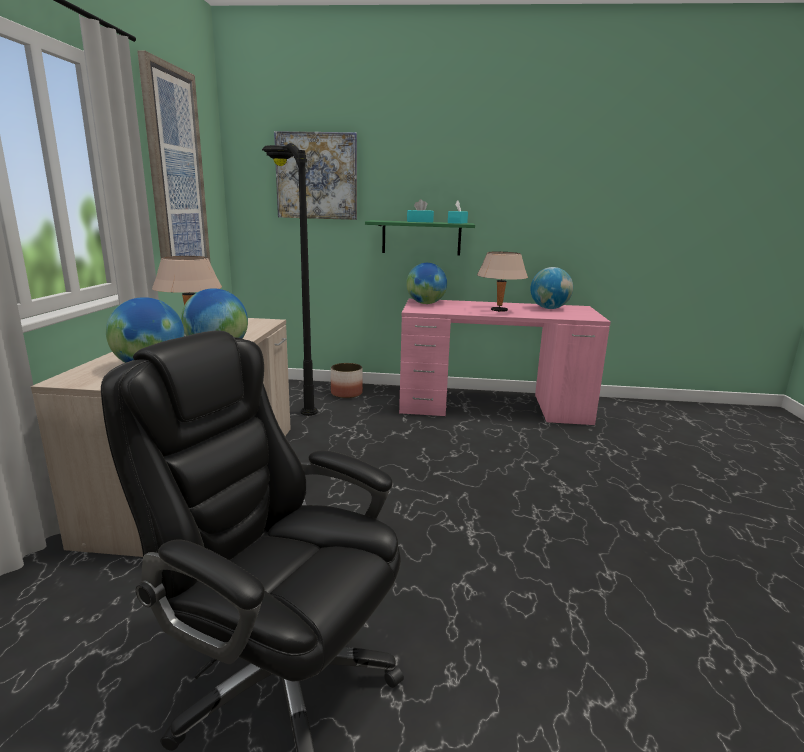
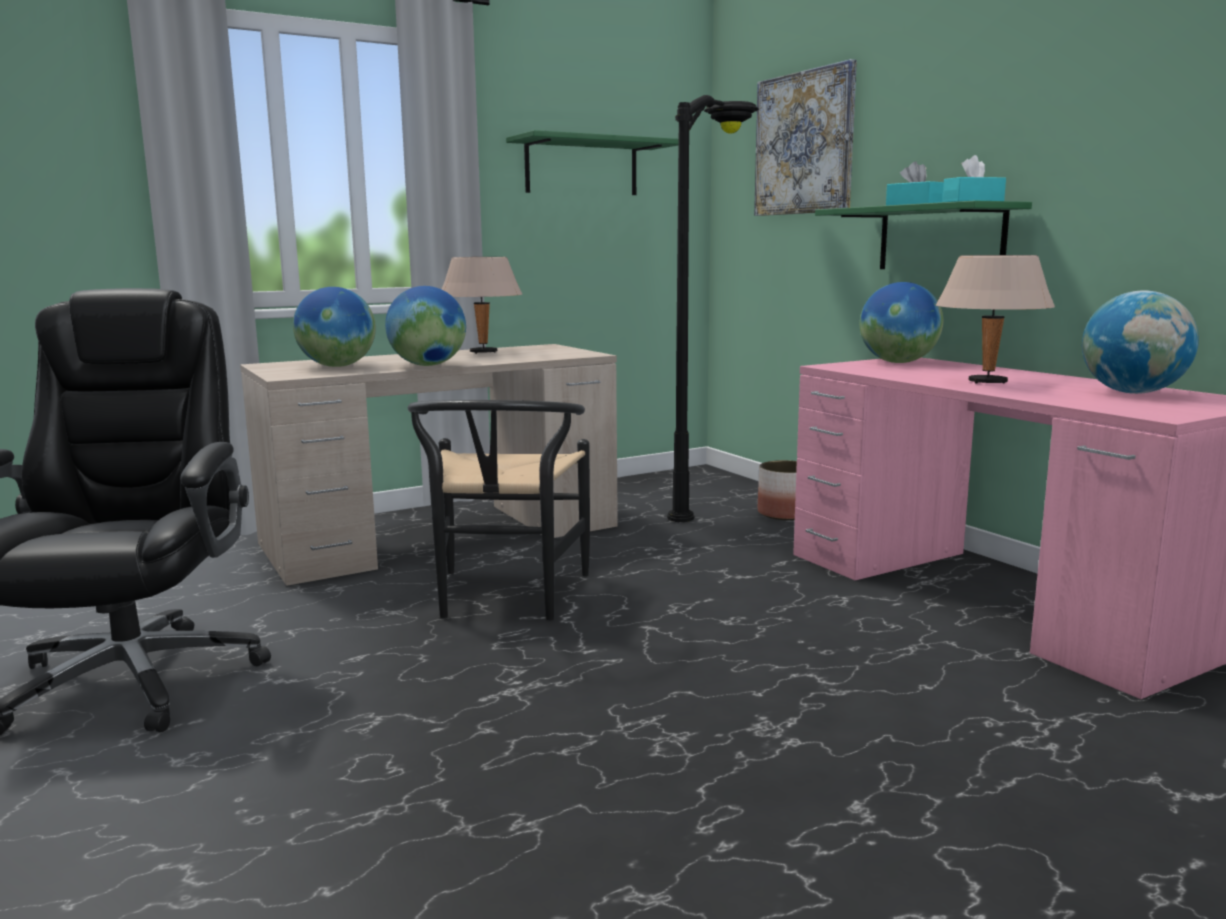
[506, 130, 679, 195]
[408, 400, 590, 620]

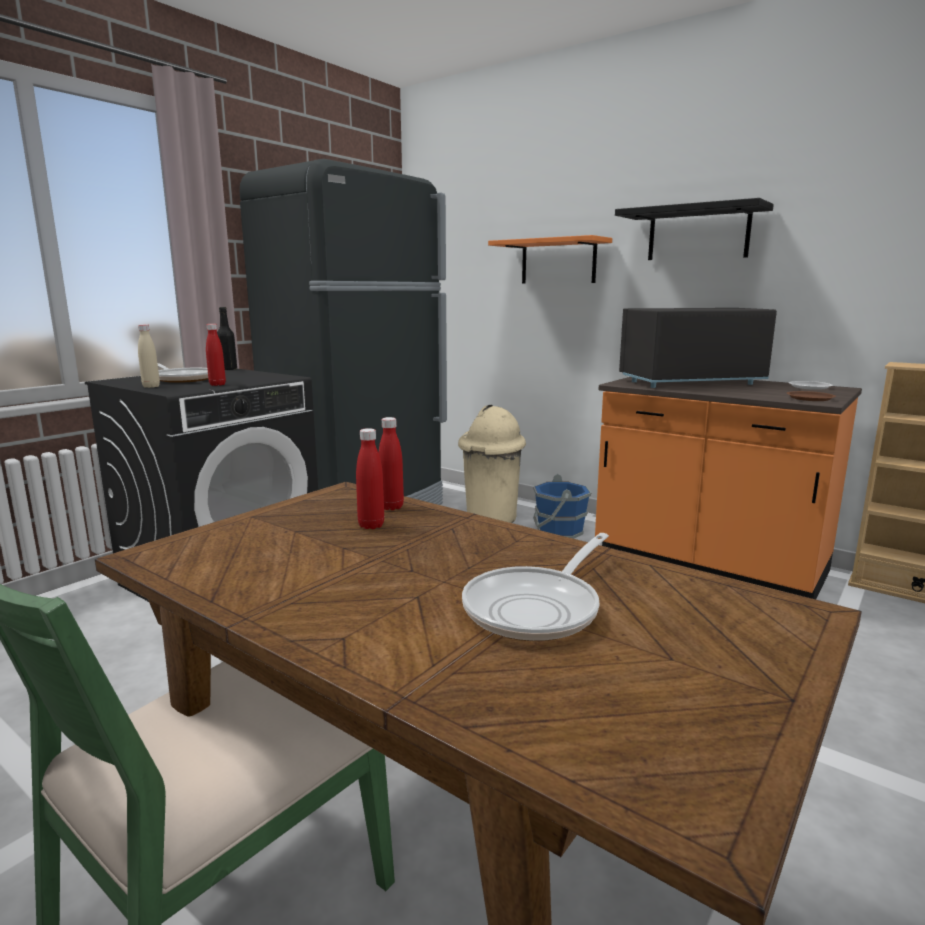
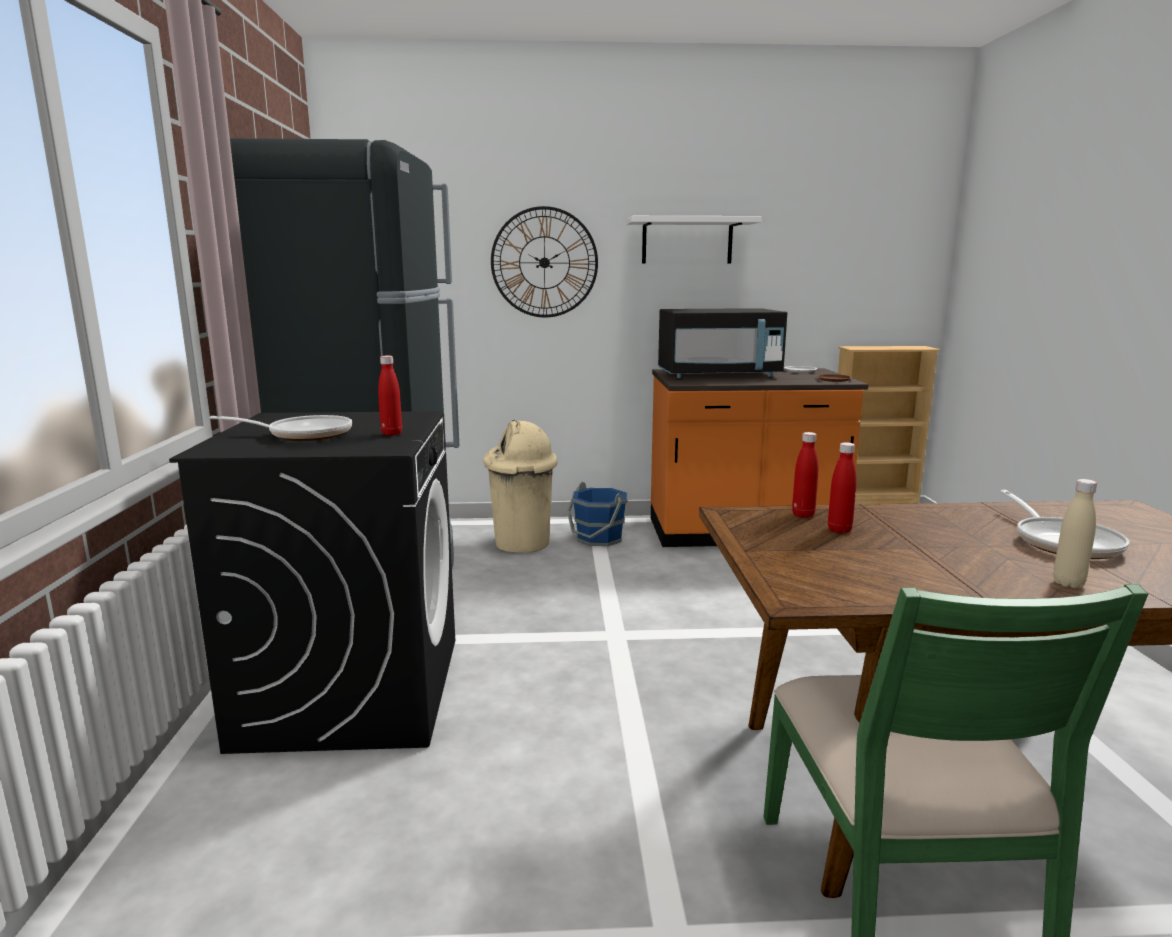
[627, 216, 762, 264]
[491, 206, 598, 318]
[217, 307, 237, 370] (first image)
[658, 309, 788, 378]
[1053, 479, 1097, 588]

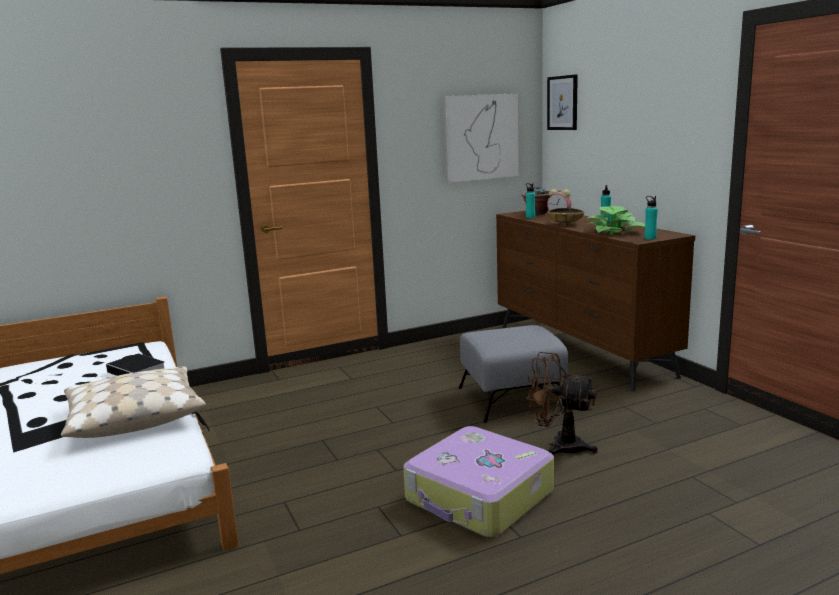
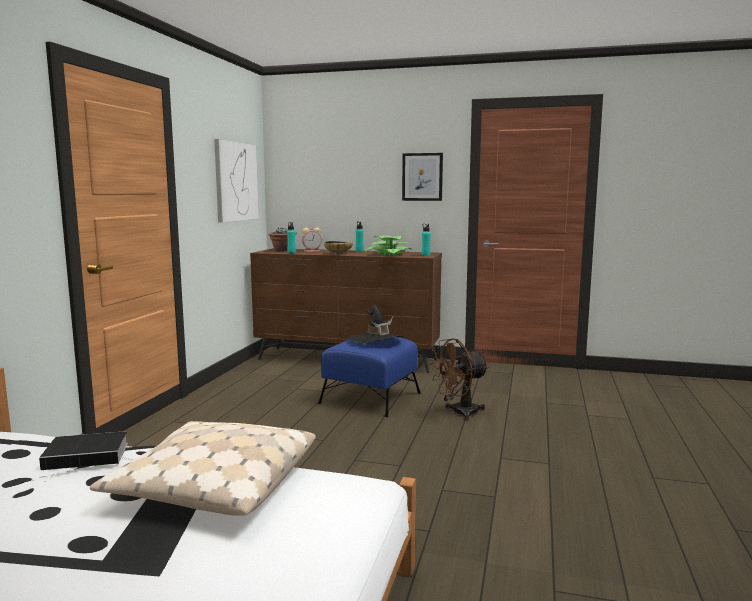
[402, 153, 443, 201]
[318, 337, 421, 417]
[403, 426, 554, 537] (first image)
[348, 305, 403, 344]

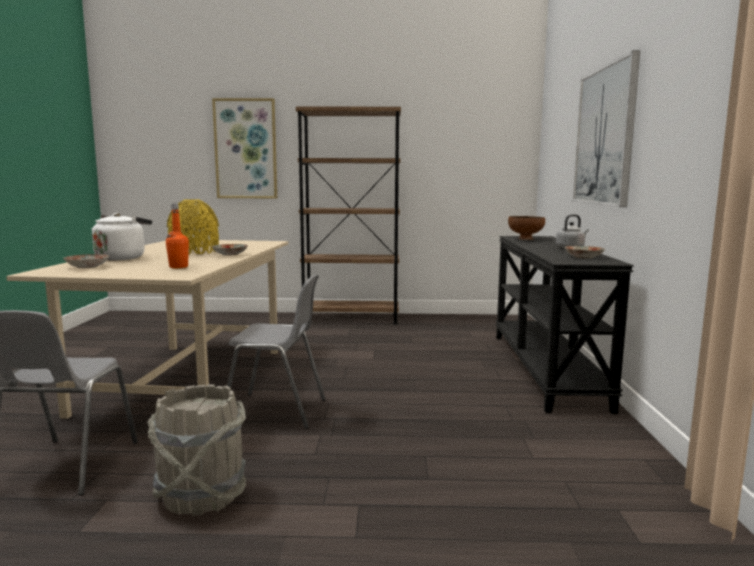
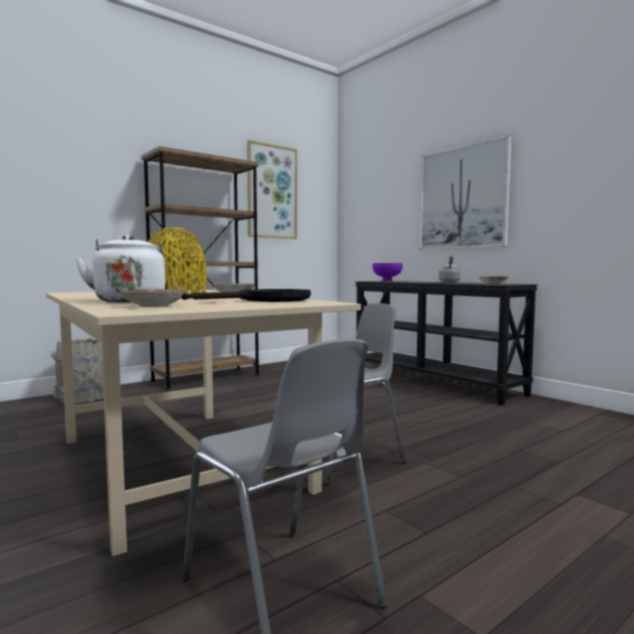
[247, 140, 297, 239]
[181, 289, 311, 302]
[373, 263, 403, 282]
[51, 338, 104, 403]

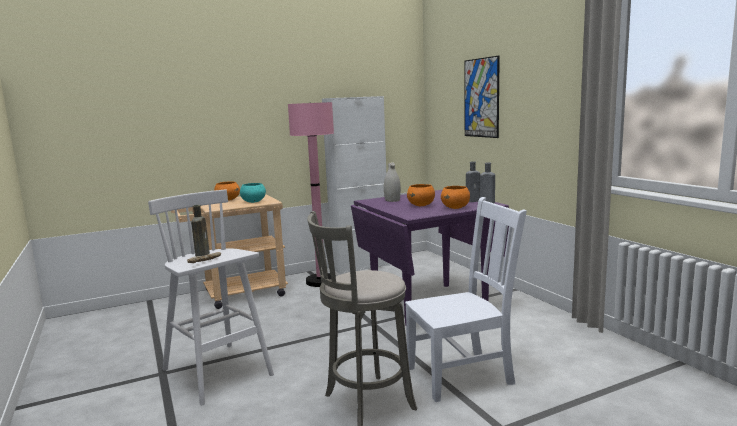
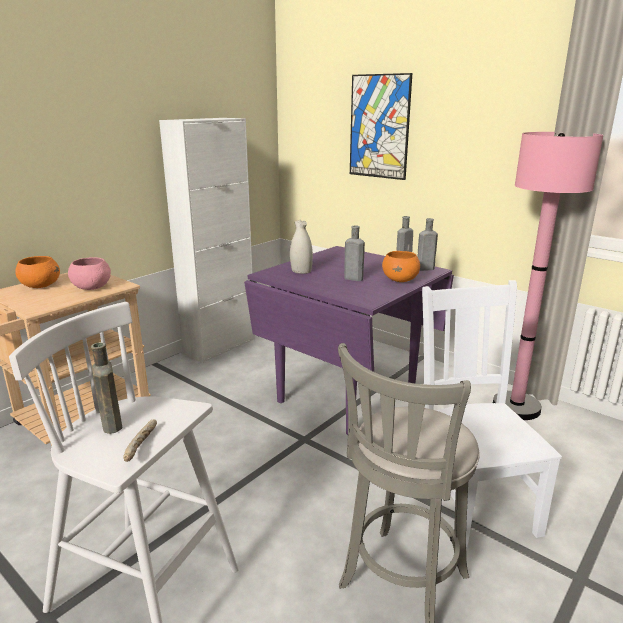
[493, 132, 604, 420]
[68, 257, 111, 290]
[344, 225, 365, 281]
[422, 280, 562, 550]

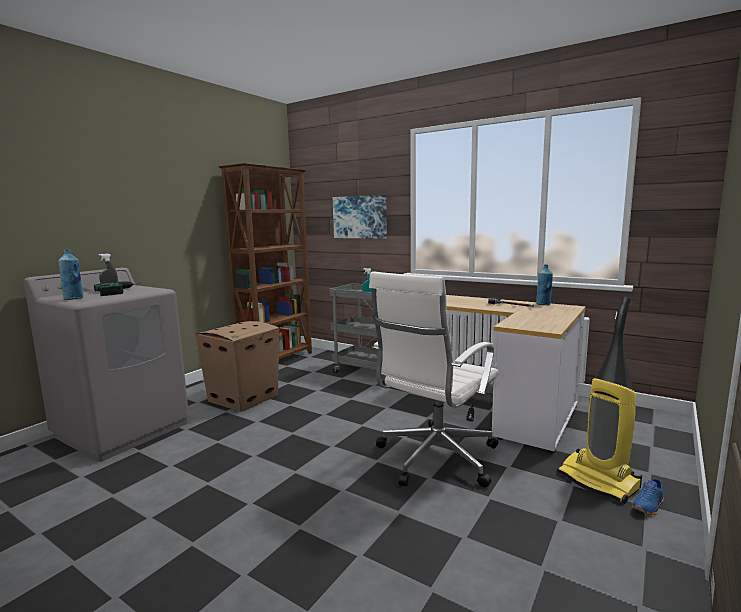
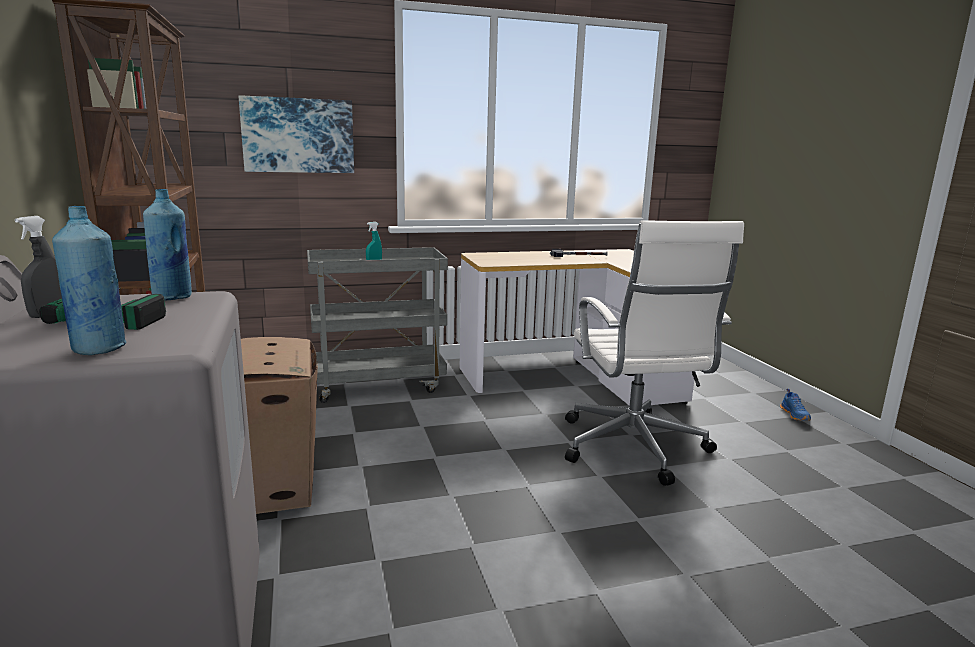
[143, 189, 192, 301]
[557, 297, 642, 504] (first image)

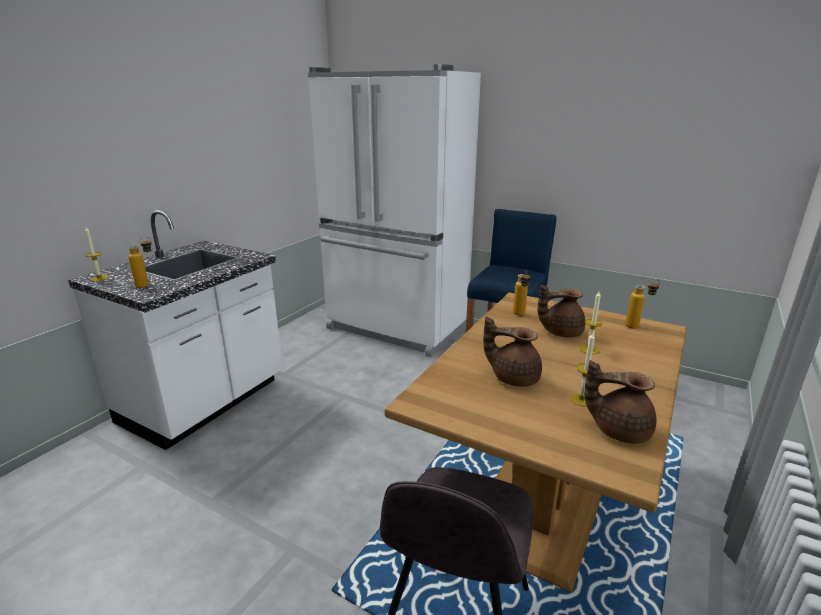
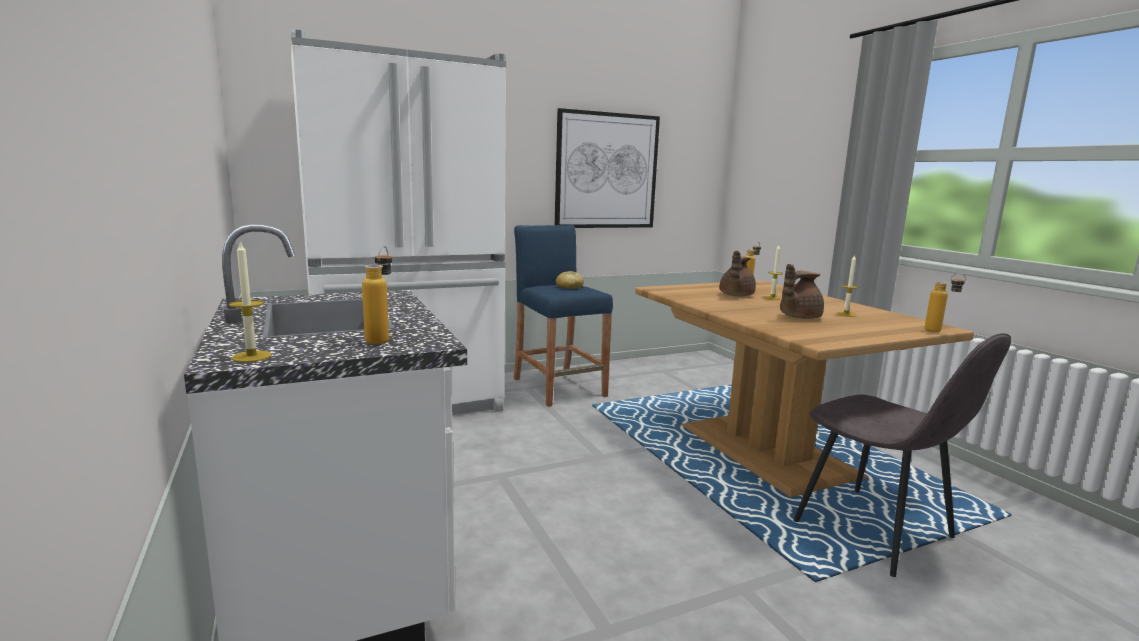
[924, 273, 966, 332]
[584, 360, 656, 444] (first image)
[555, 108, 660, 228]
[556, 271, 584, 289]

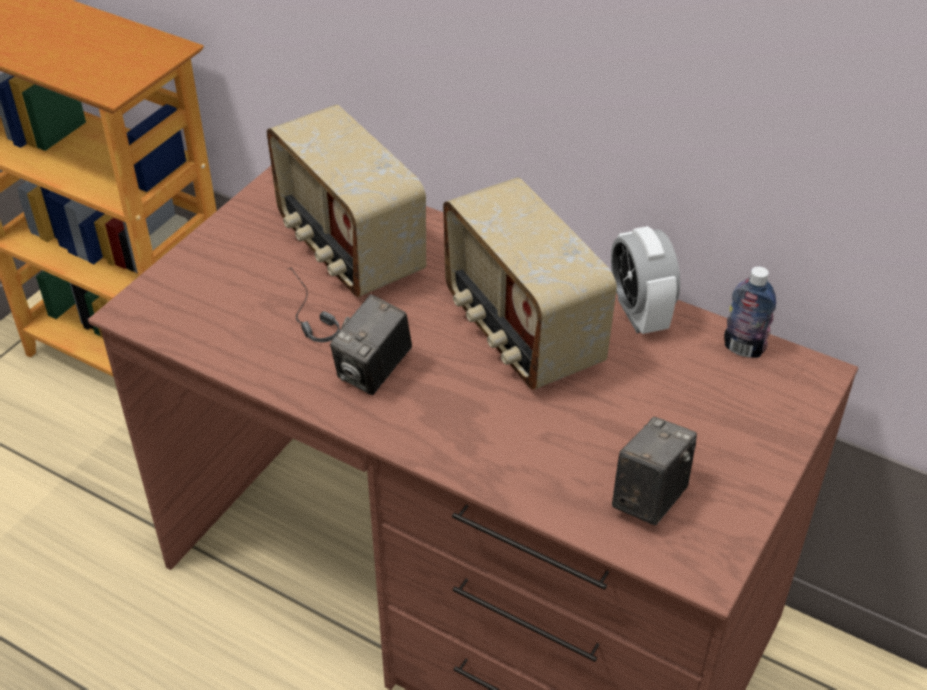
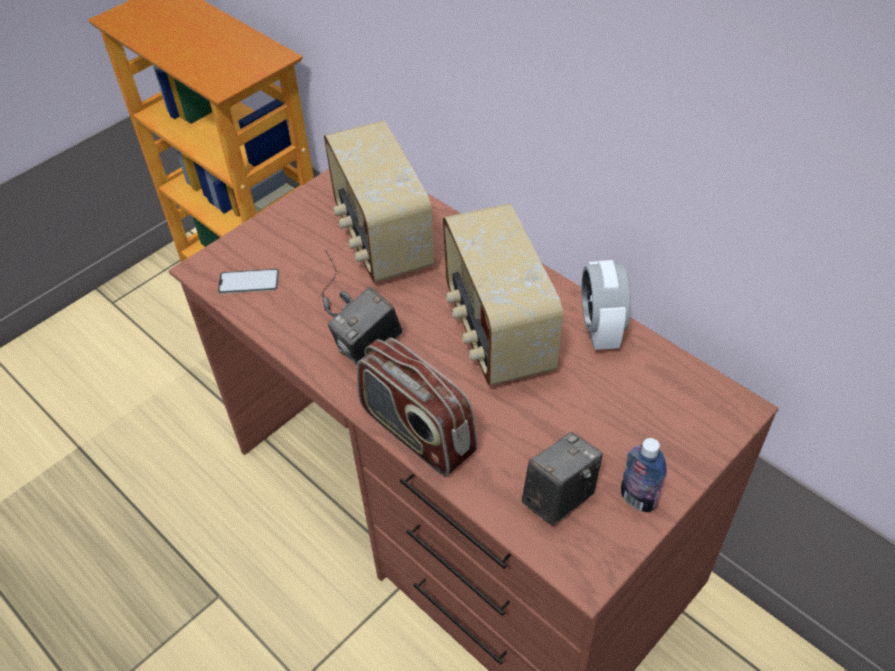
[621, 438, 666, 512]
[218, 269, 279, 294]
[357, 337, 477, 476]

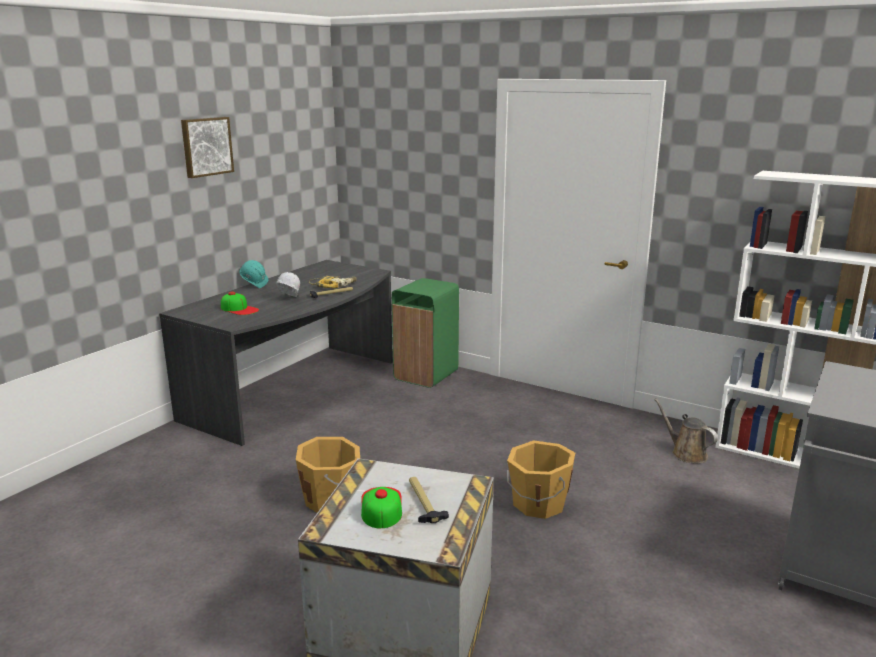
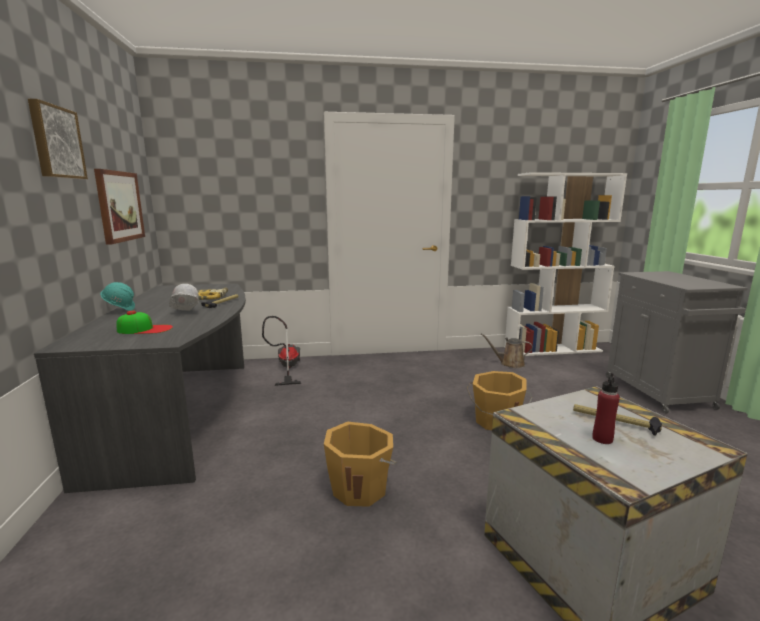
[262, 316, 301, 386]
[592, 373, 620, 444]
[94, 169, 145, 245]

